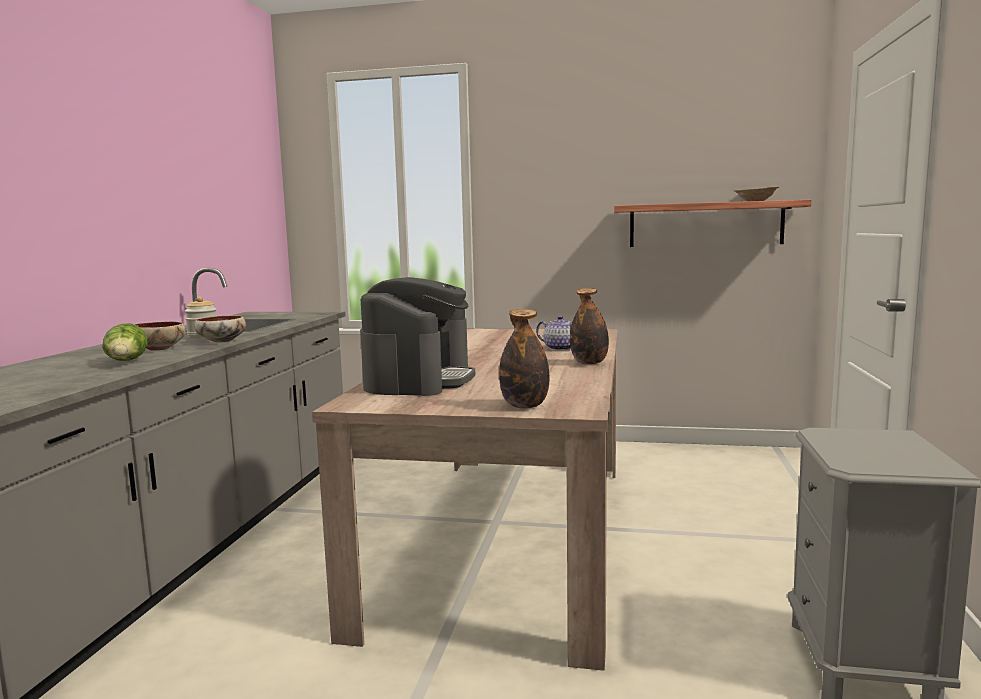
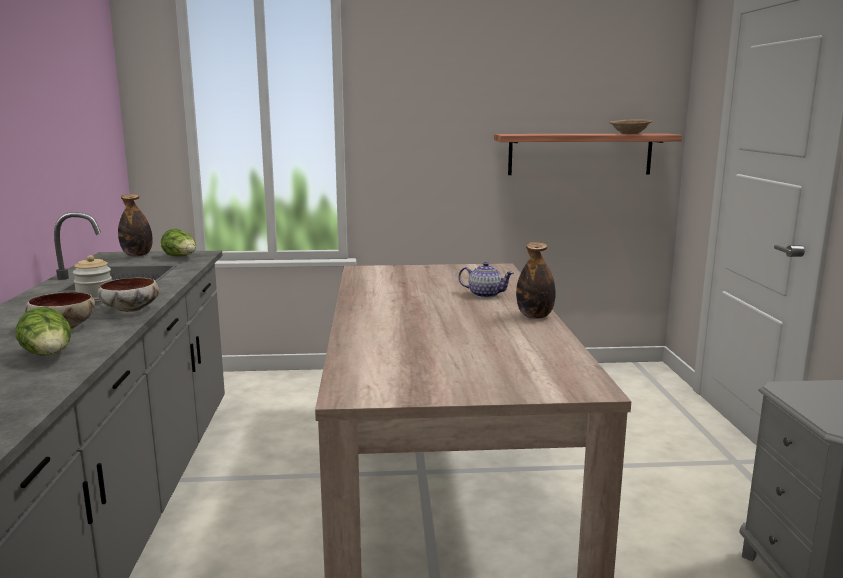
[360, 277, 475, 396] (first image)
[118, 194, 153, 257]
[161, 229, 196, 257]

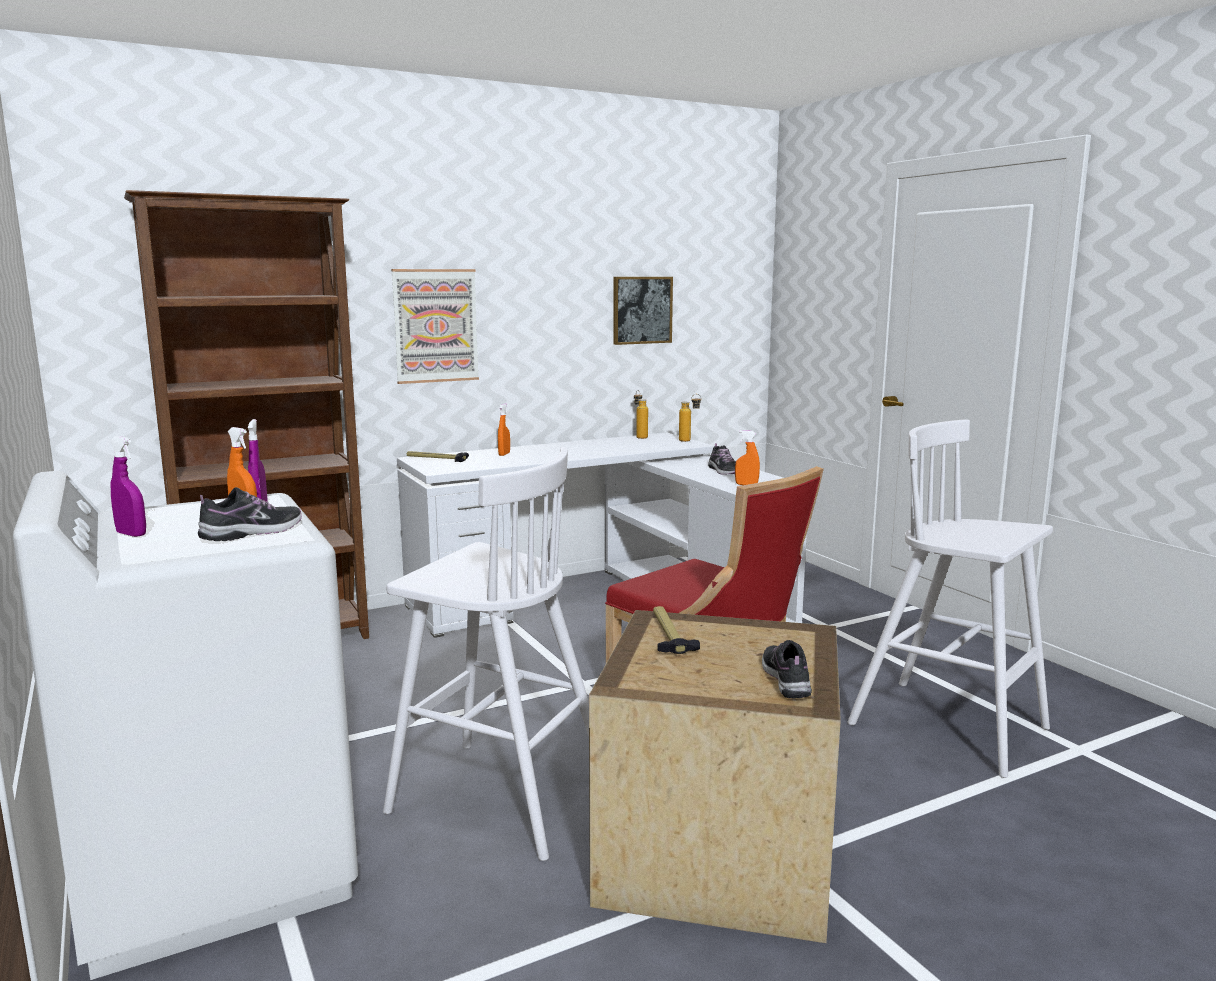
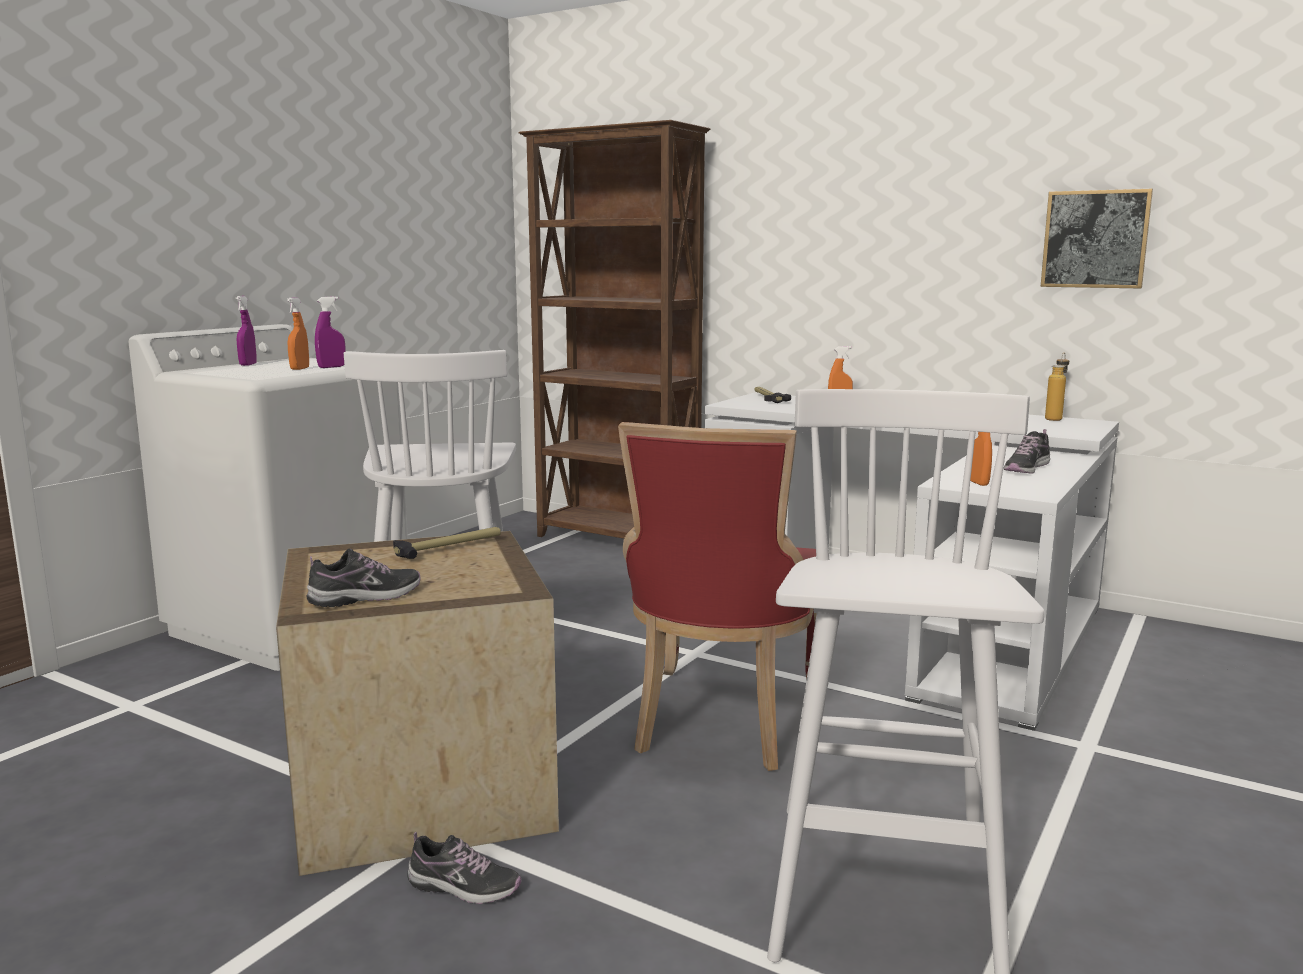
[391, 269, 479, 384] (first image)
[679, 394, 701, 442] (first image)
[407, 832, 522, 904]

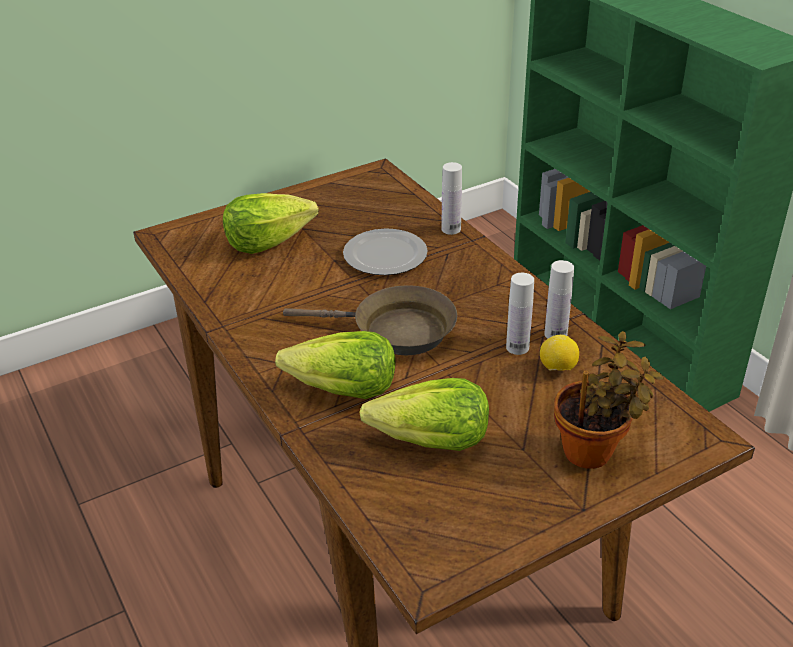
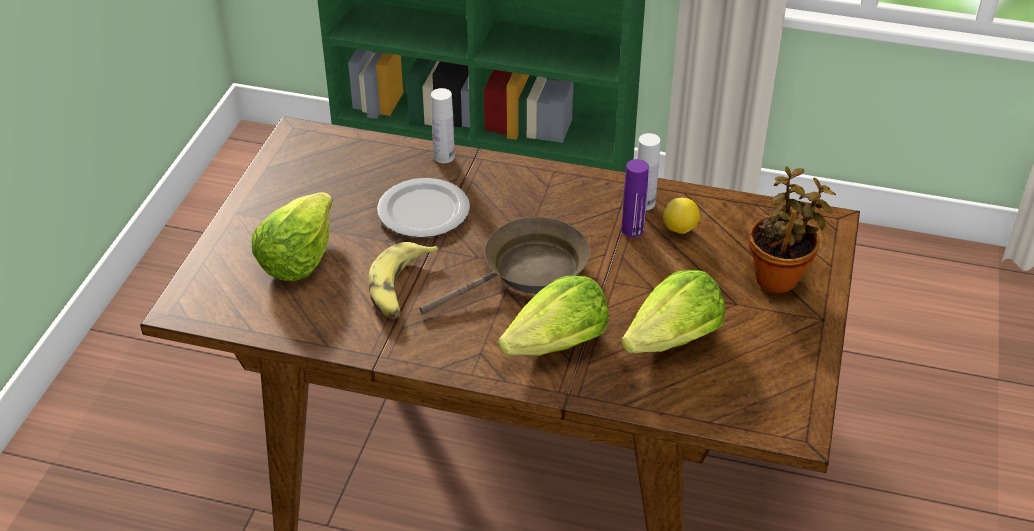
[621, 159, 649, 237]
[369, 242, 439, 319]

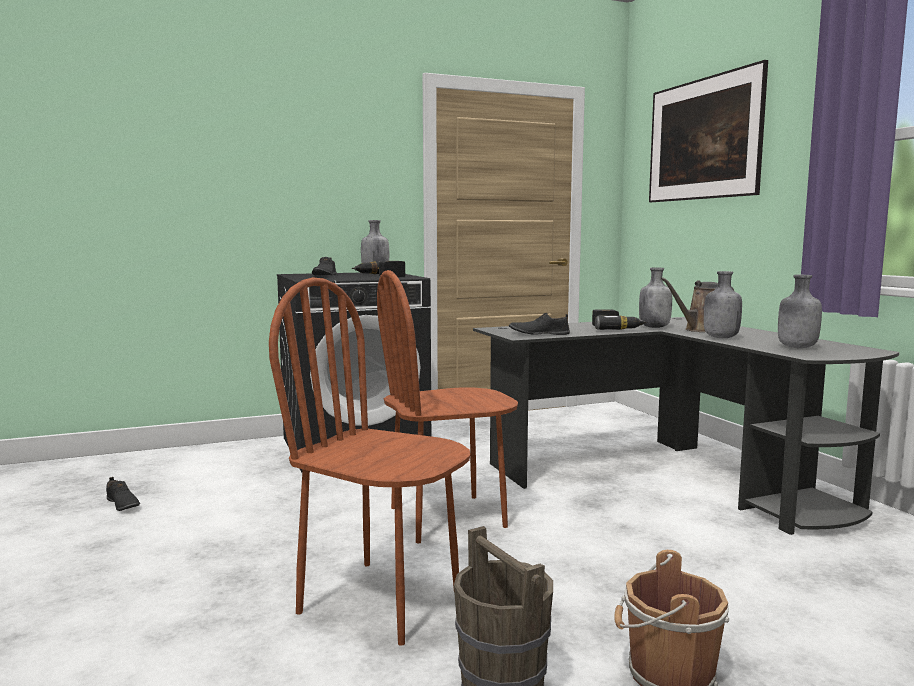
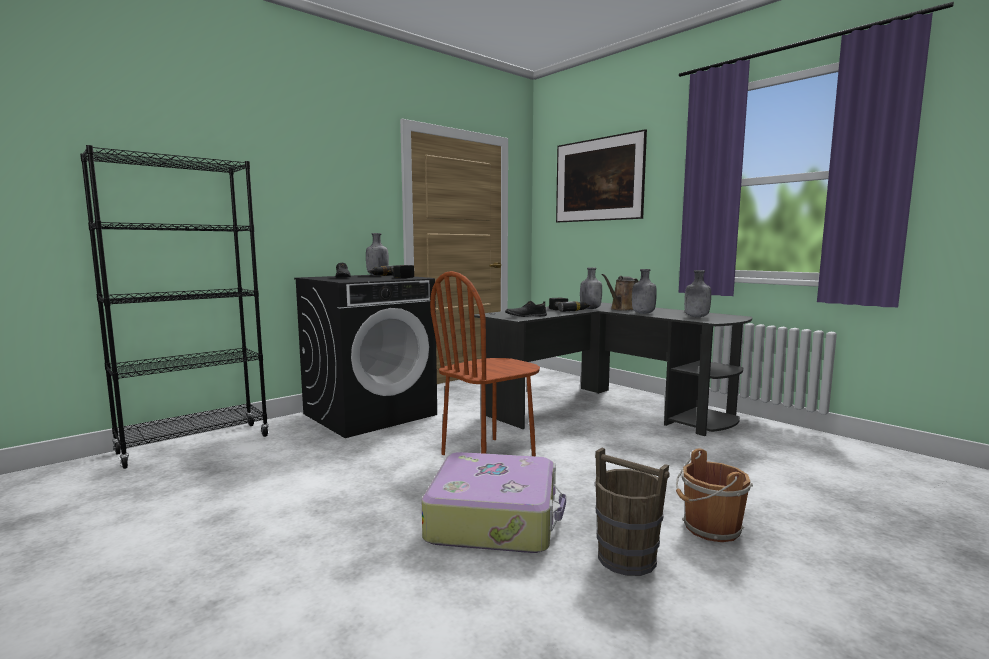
[422, 452, 566, 553]
[106, 477, 140, 511] (first image)
[80, 145, 269, 469]

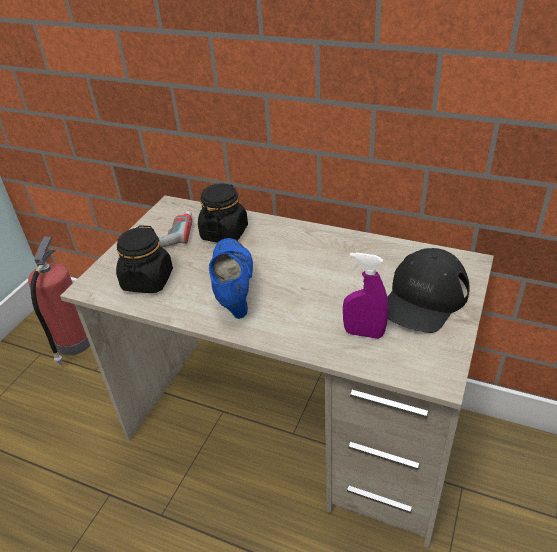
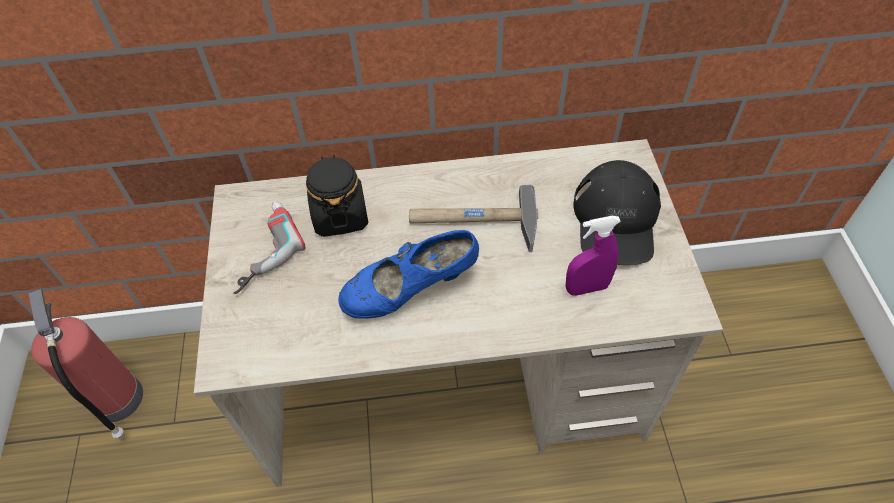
[116, 225, 173, 293] (first image)
[338, 230, 479, 319]
[409, 185, 538, 252]

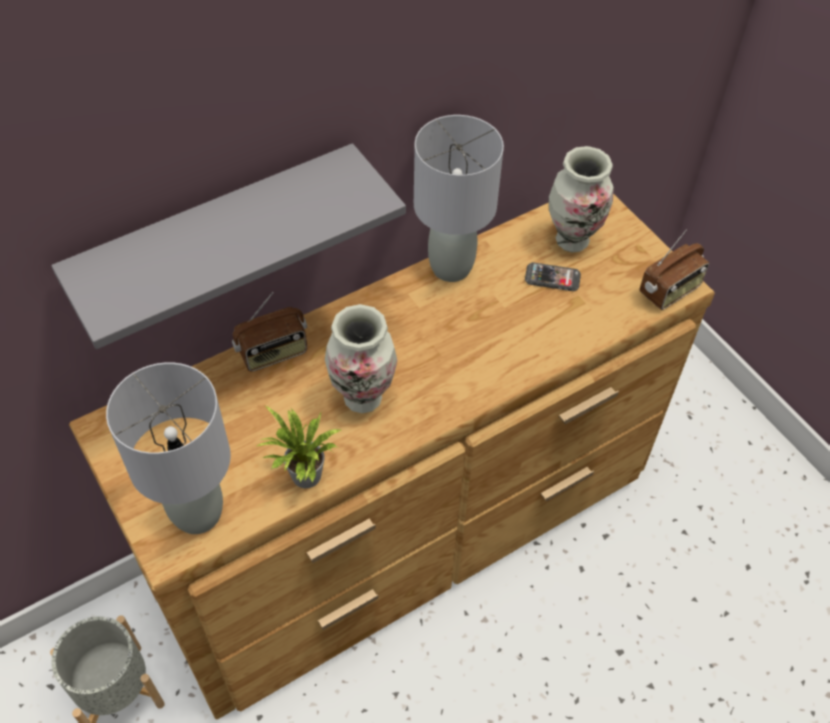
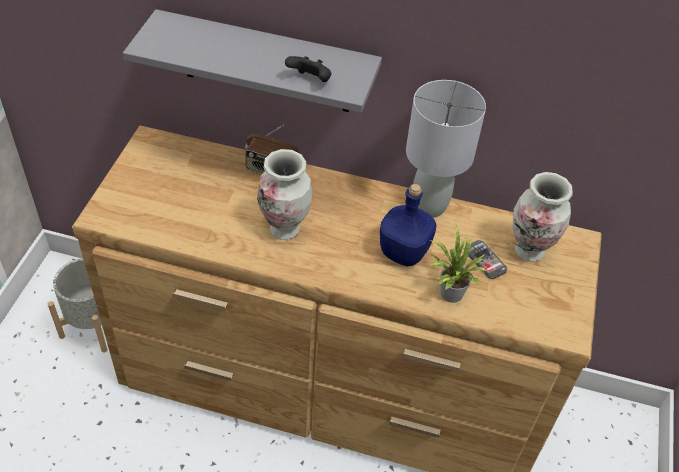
[639, 230, 709, 310] (first image)
[106, 362, 231, 534] (first image)
[429, 225, 488, 303]
[285, 56, 332, 82]
[380, 184, 437, 266]

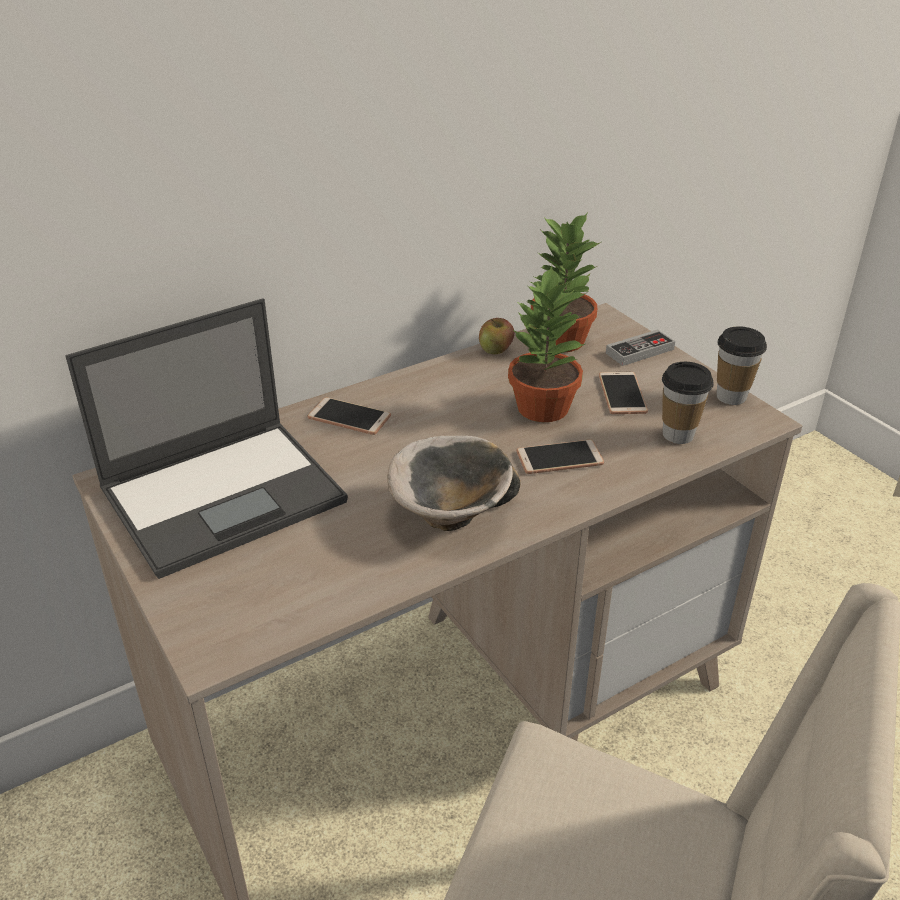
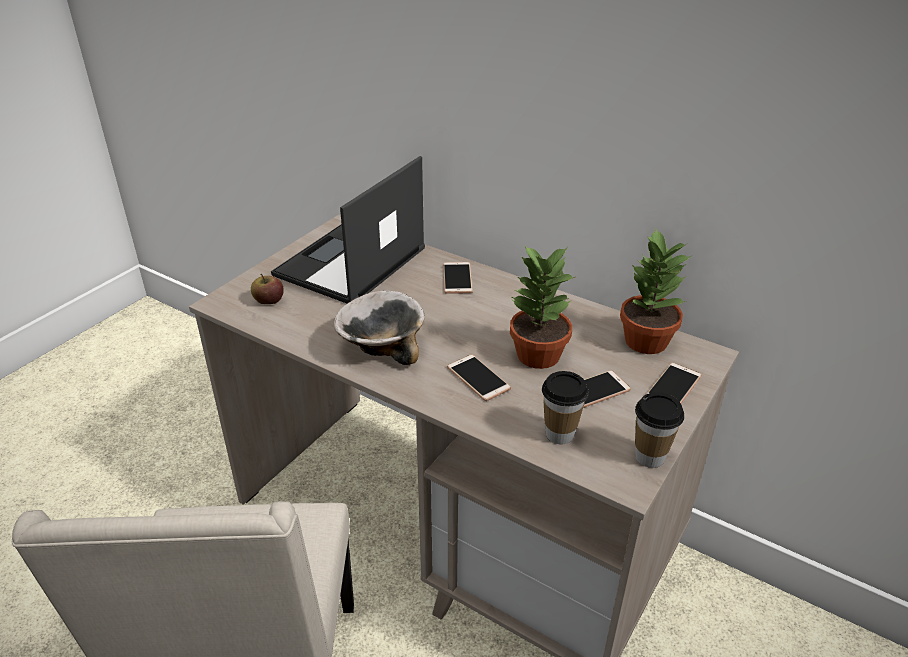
[271, 156, 425, 303]
[251, 274, 284, 304]
[646, 363, 702, 403]

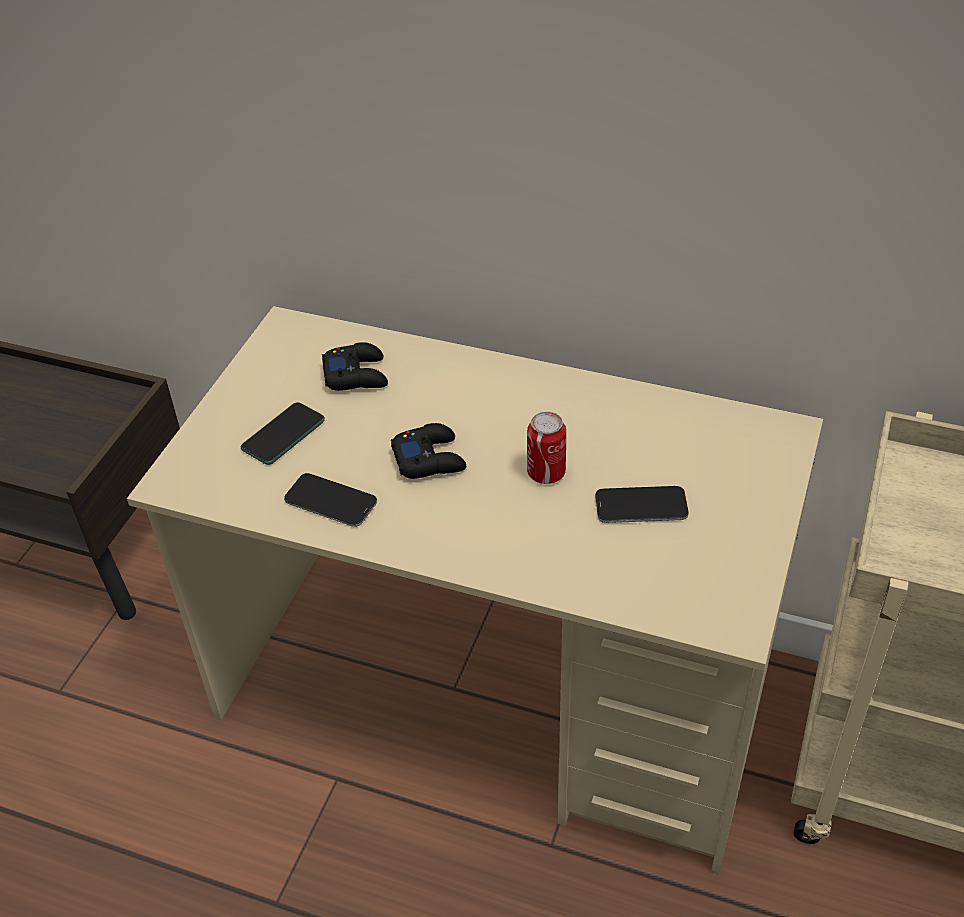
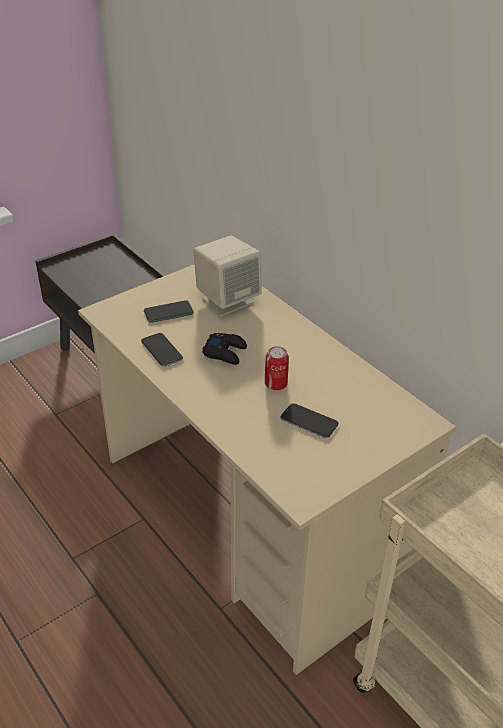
[193, 236, 262, 316]

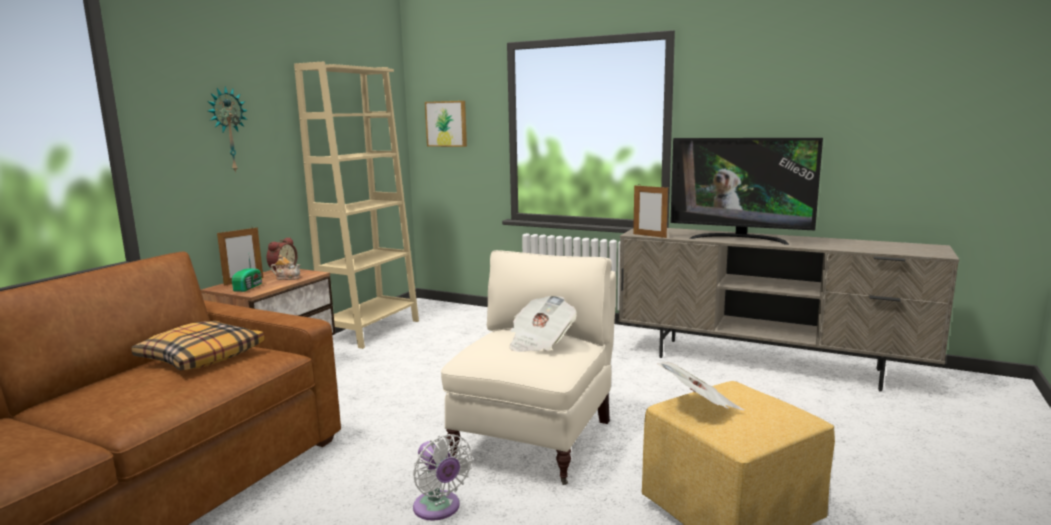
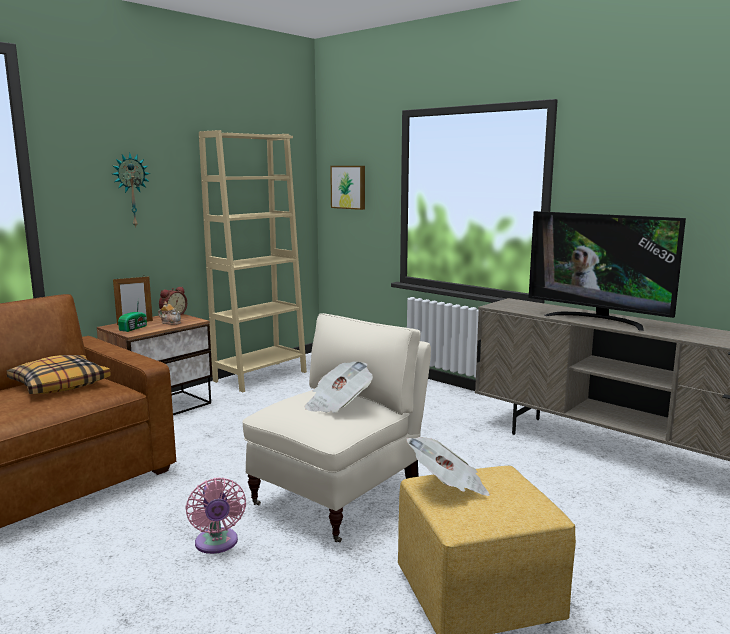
[633, 186, 668, 238] (first image)
[185, 478, 246, 554]

